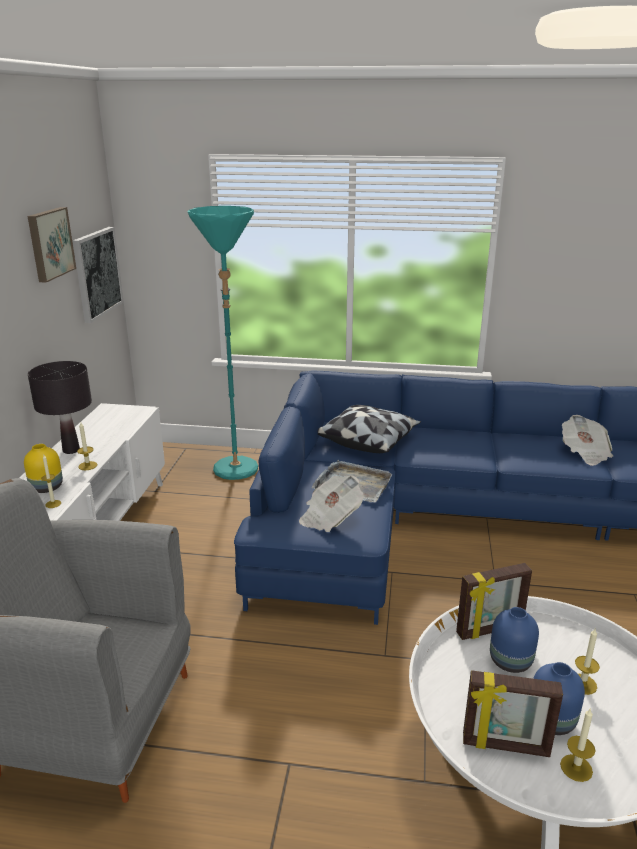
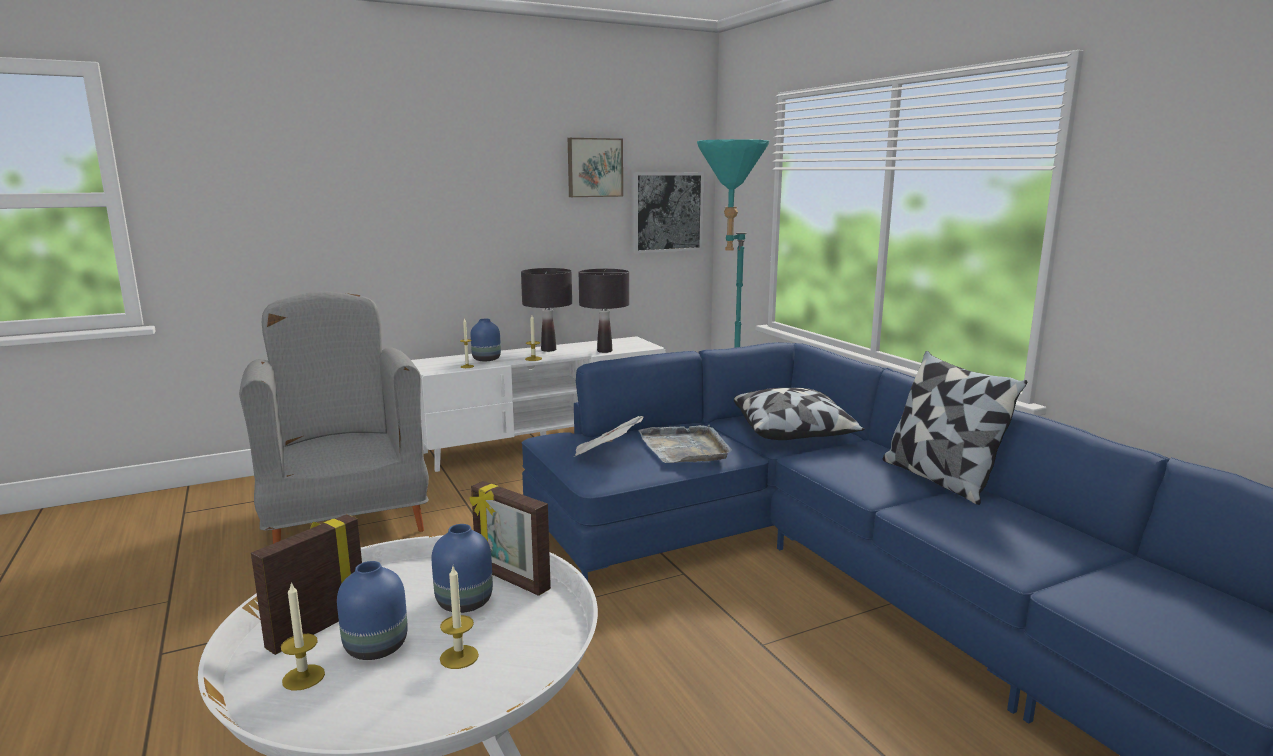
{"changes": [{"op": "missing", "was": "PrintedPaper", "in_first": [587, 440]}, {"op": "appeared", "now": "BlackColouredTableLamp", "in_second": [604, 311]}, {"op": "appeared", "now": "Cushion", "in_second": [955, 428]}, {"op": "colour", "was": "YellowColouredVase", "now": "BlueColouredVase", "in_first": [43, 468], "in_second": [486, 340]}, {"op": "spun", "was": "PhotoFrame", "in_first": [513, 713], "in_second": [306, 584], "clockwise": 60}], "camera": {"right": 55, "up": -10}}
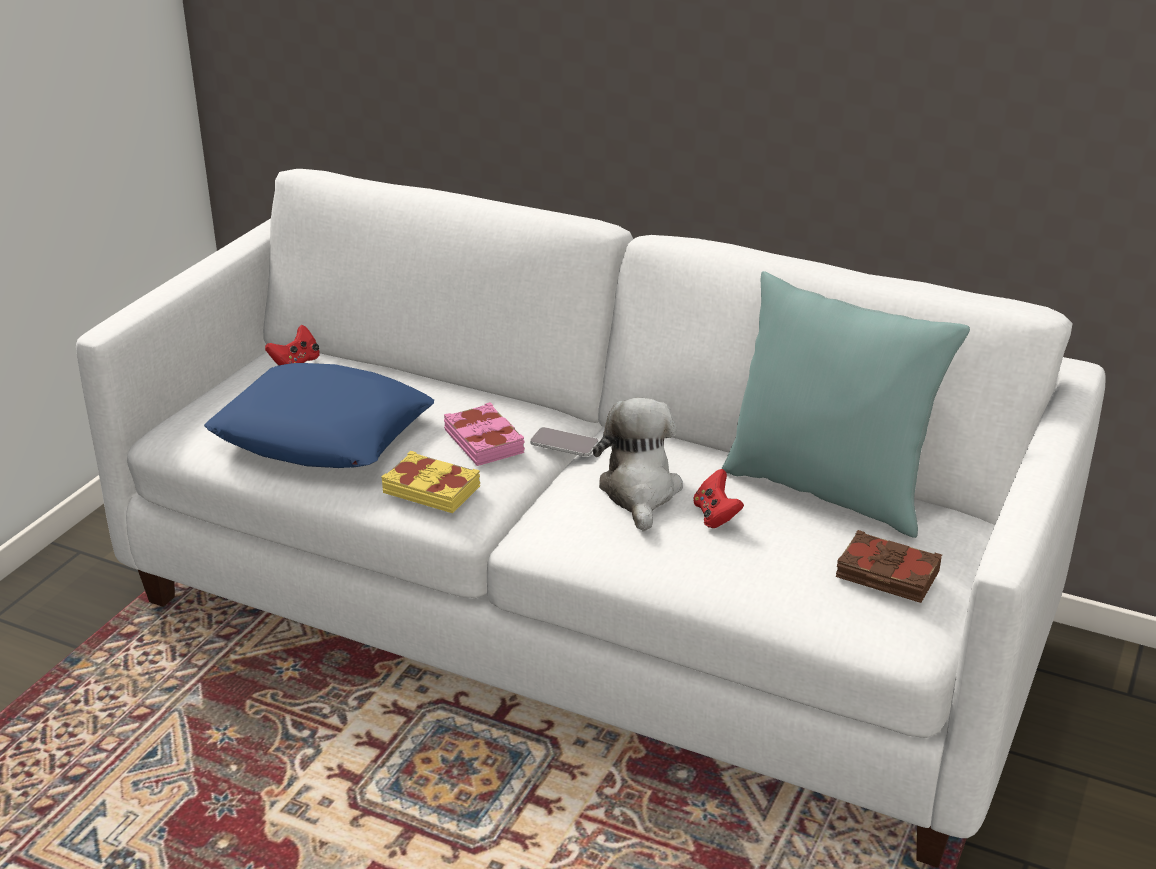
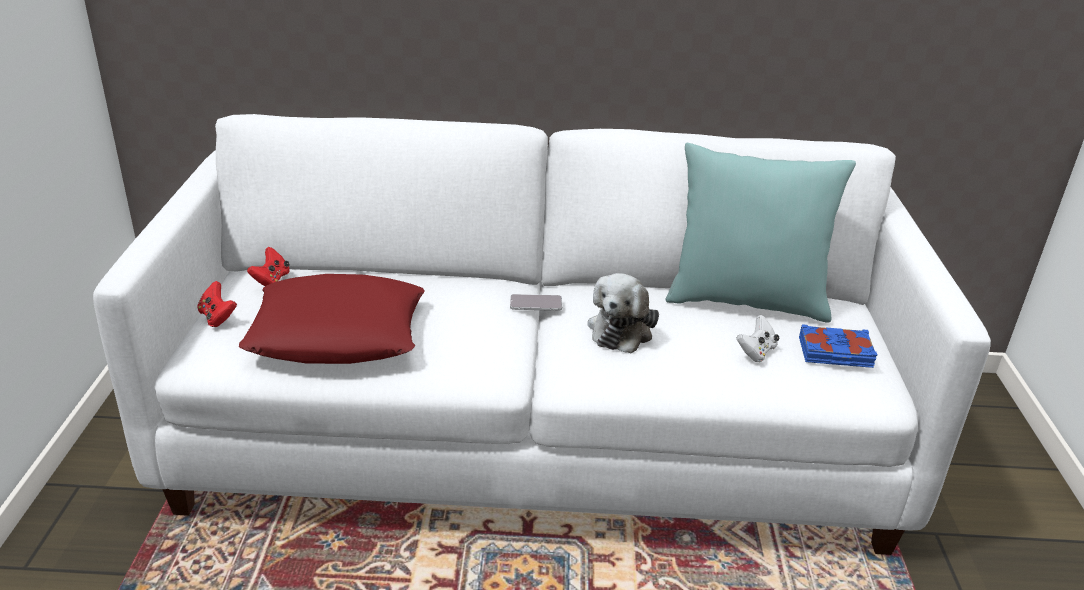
{"changes": [{"op": "missing", "was": "YellowColouredBook", "in_first": [430, 482]}, {"op": "missing", "was": "PinkishBook", "in_first": [484, 434]}, {"op": "appeared", "now": "WhiteColouredGameController", "in_second": [758, 338]}, {"op": "relocated", "was": "RedColouredGameController", "in_first": [719, 498], "in_second": [217, 304]}, {"op": "colour", "was": "BlueColouredCushion", "now": "RedColouredCushion", "in_first": [319, 415], "in_second": [332, 319]}, {"op": "colour", "was": "BrownBook", "now": "BlueColouredBook", "in_first": [889, 566], "in_second": [838, 346]}, {"op": "spun", "was": "PlushToy", "in_first": [638, 464], "in_second": [623, 313], "clockwise": -135}], "camera": {"right": -25, "up": 0}}
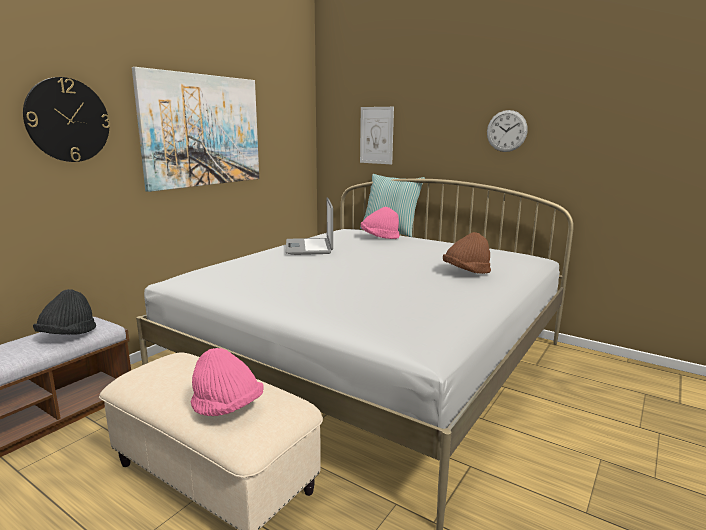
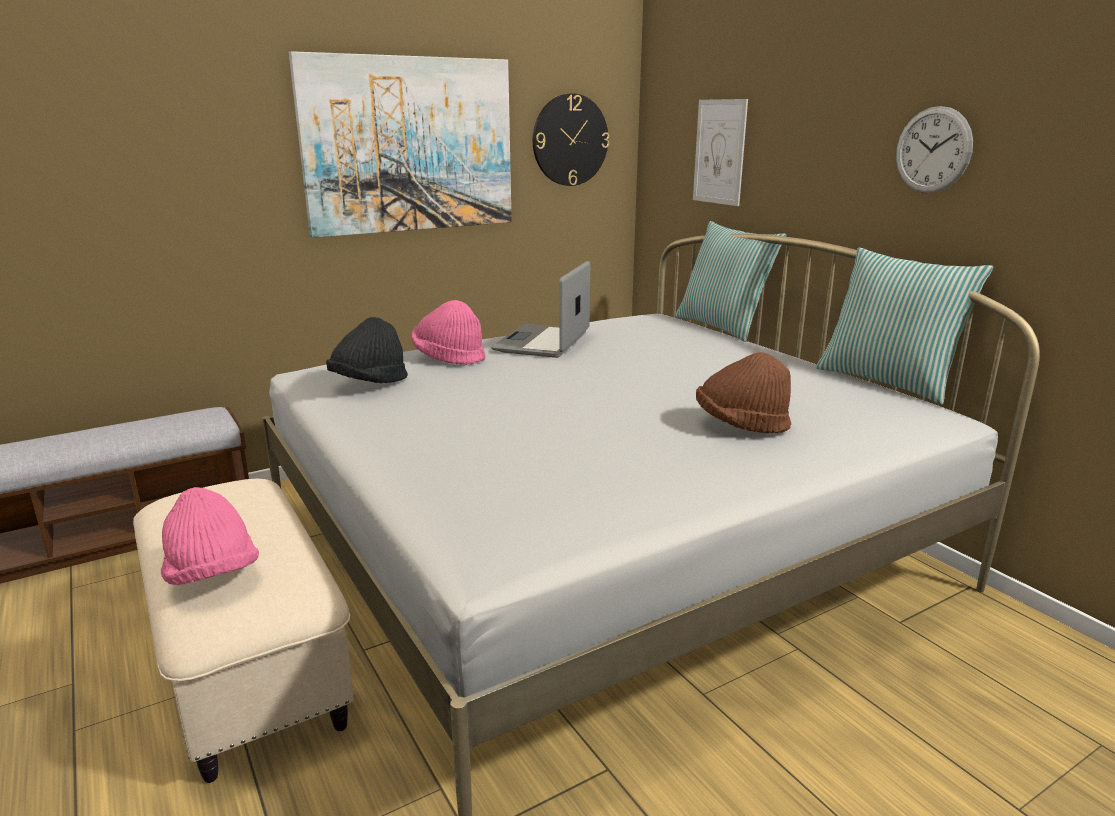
{"changes": [{"op": "appeared", "now": "Cushion", "in_second": [904, 326]}, {"op": "relocated", "was": "WallClock", "in_first": [66, 119], "in_second": [571, 139]}, {"op": "relocated", "was": "BlackColouredHat", "in_first": [64, 312], "in_second": [367, 350]}, {"op": "relocated", "was": "PinkishHat", "in_first": [380, 223], "in_second": [448, 332]}], "camera": {"right": 25, "up": 5}}
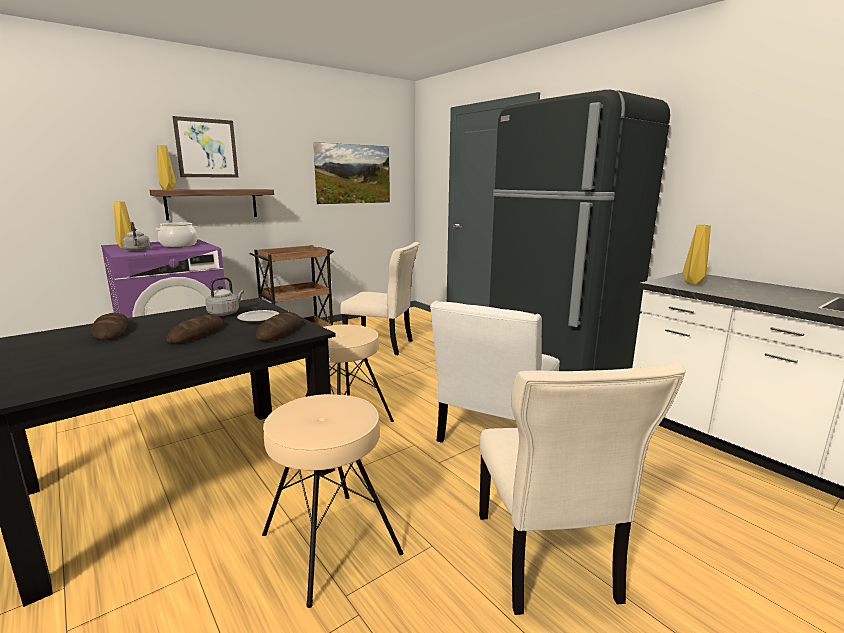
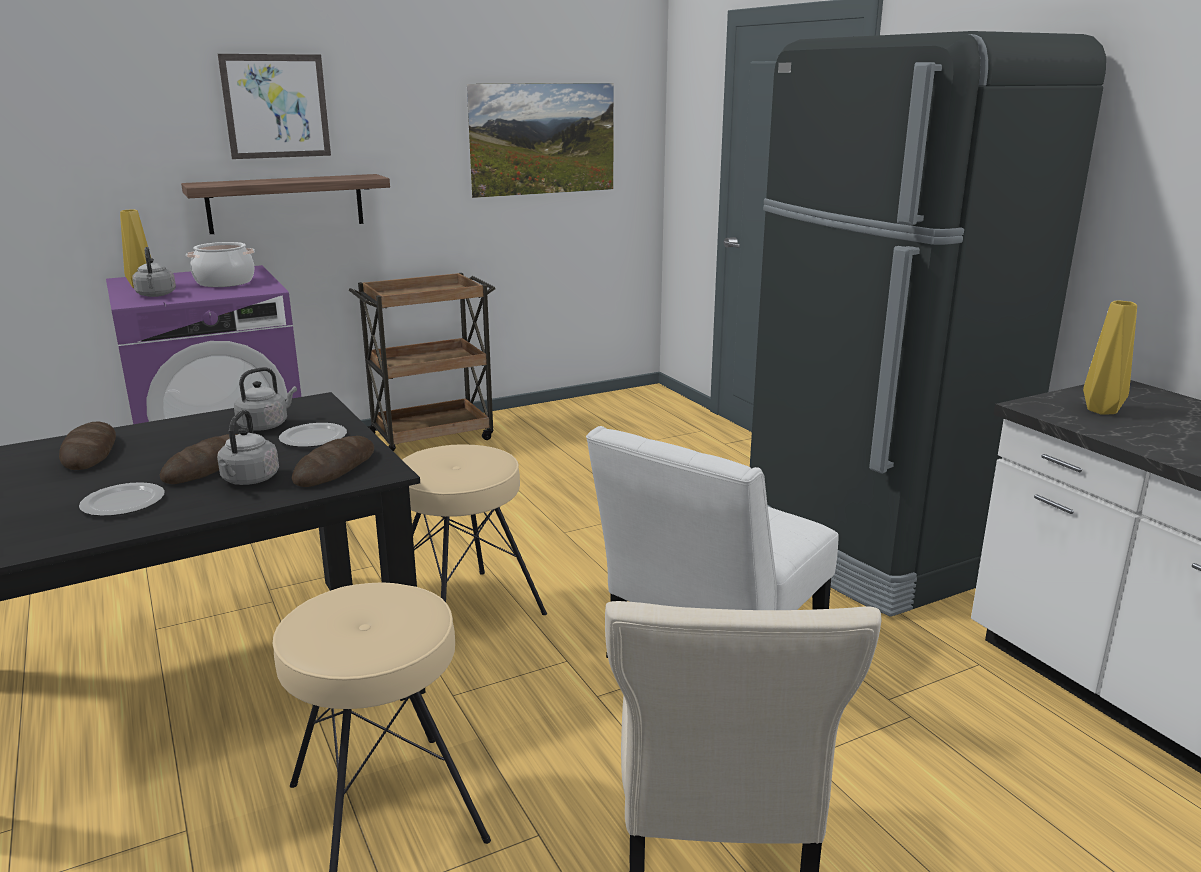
{"changes": [{"op": "missing", "was": "YellowColouredVase", "in_first": [166, 167]}, {"op": "missing", "was": "SandColouredPlainChair", "in_first": [380, 298]}, {"op": "appeared", "now": "FlatDish", "in_second": [122, 499]}, {"op": "appeared", "now": "GreyishWaterKettle", "in_second": [248, 447]}], "camera": {"right": 10, "up": 5}}
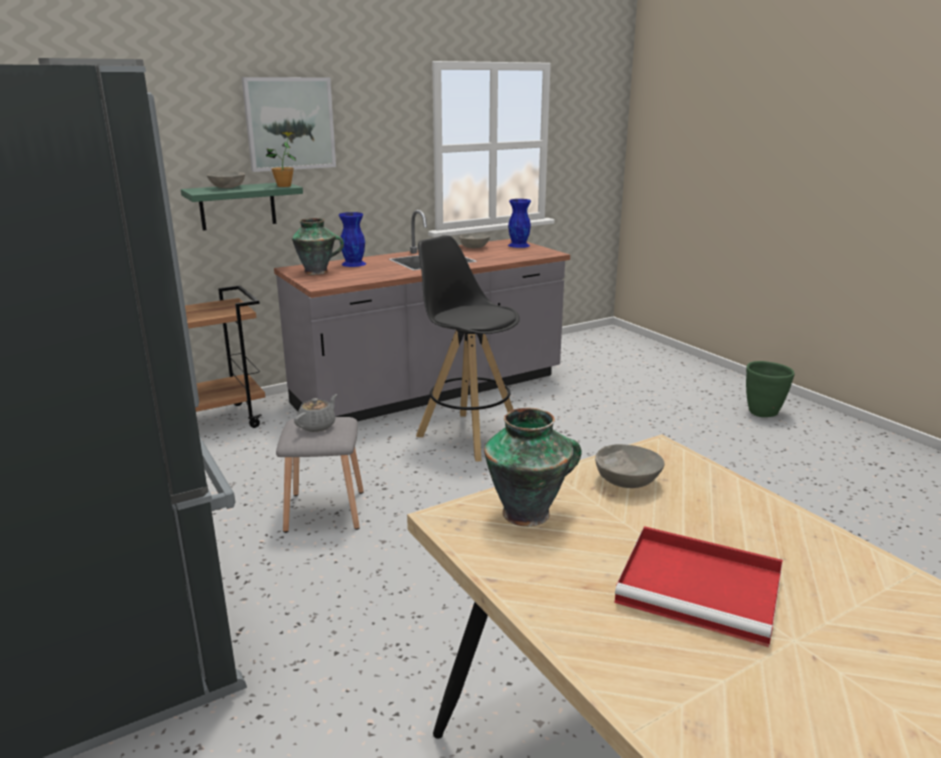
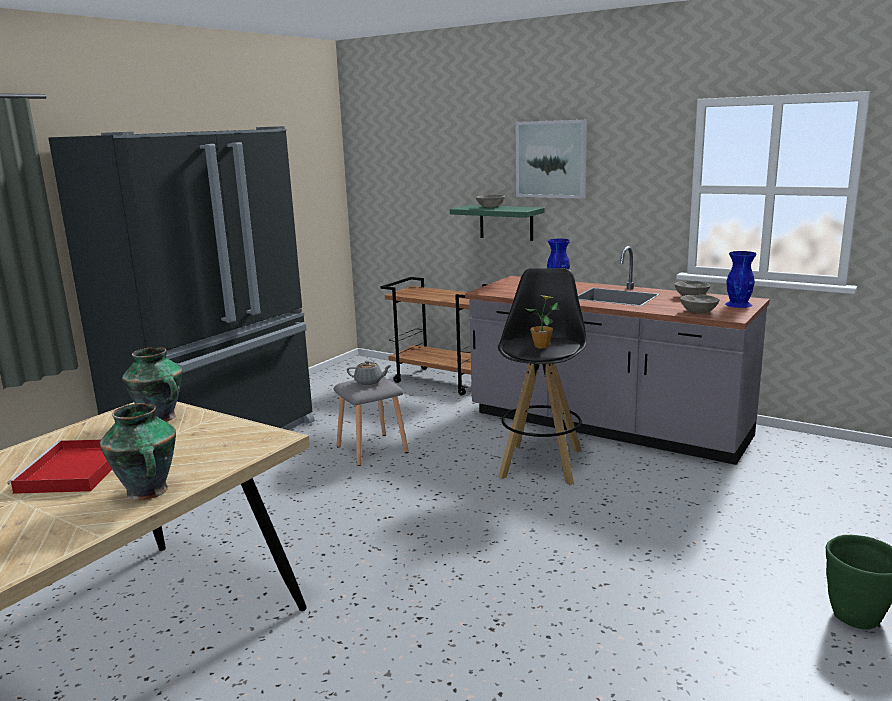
{"changes": [{"op": "relocated", "was": "PlantInAPot", "in_first": [281, 159], "in_second": [541, 321]}, {"op": "relocated", "was": "Vase", "in_first": [318, 246], "in_second": [138, 452]}, {"op": "relocated", "was": "GreyishServingBowl", "in_first": [630, 466], "in_second": [699, 304]}], "camera": {"right": 65, "up": -5}}
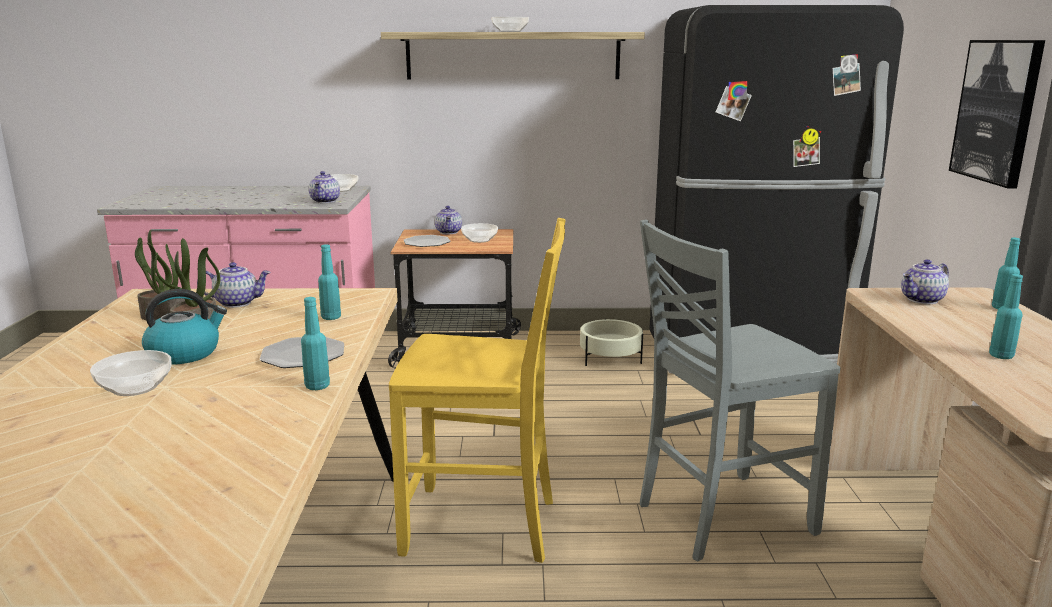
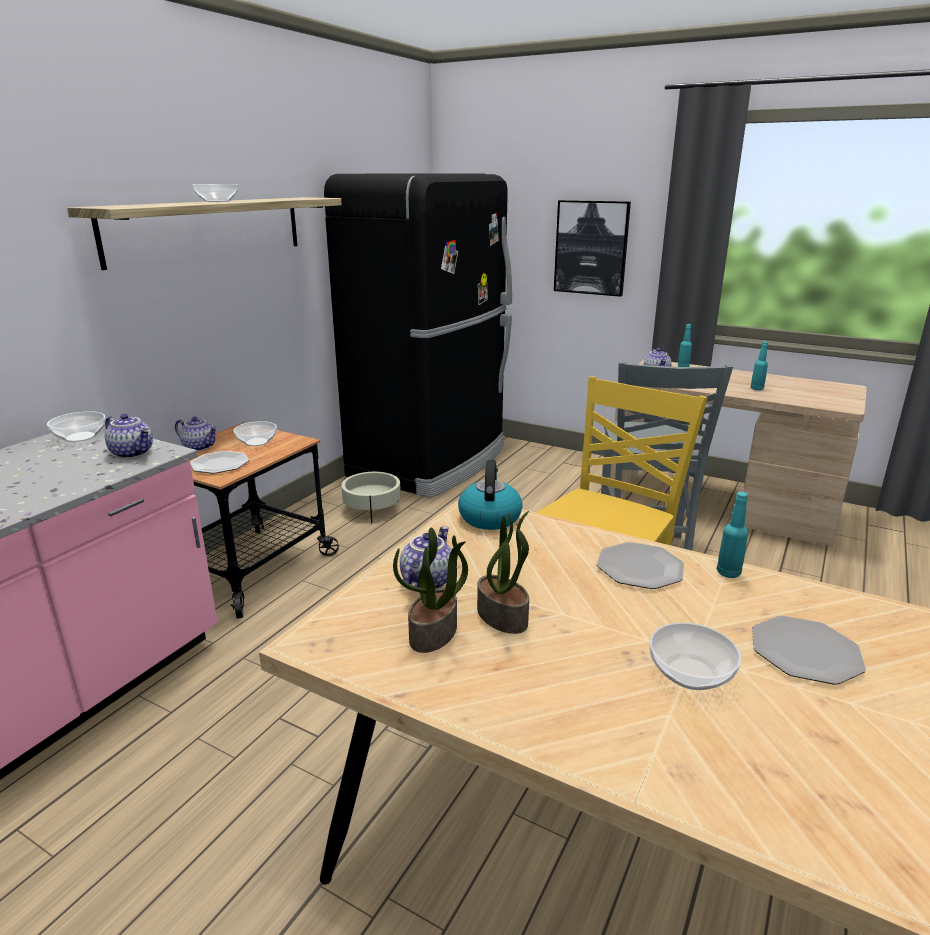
{"changes": [{"op": "missing", "was": "TurquoiseColouredBottle", "in_first": [329, 282]}, {"op": "appeared", "now": "FlatDish", "in_second": [809, 650]}, {"op": "relocated", "was": "WaterKettle", "in_first": [184, 327], "in_second": [490, 495]}], "camera": {"right": -60, "up": 5}}
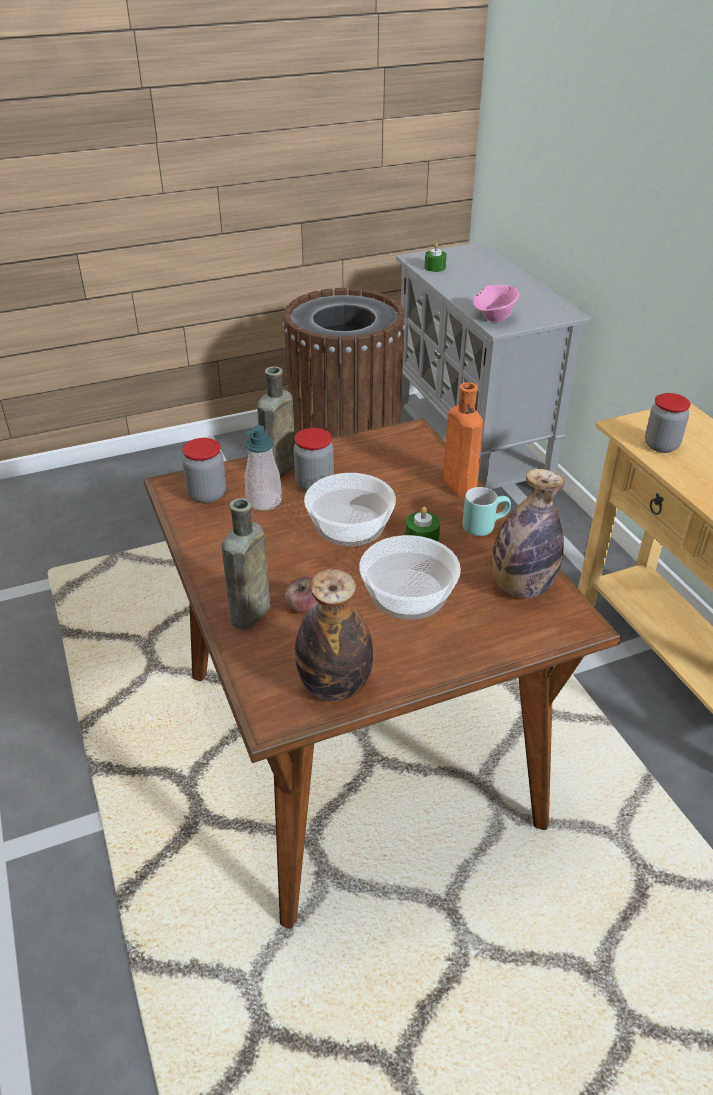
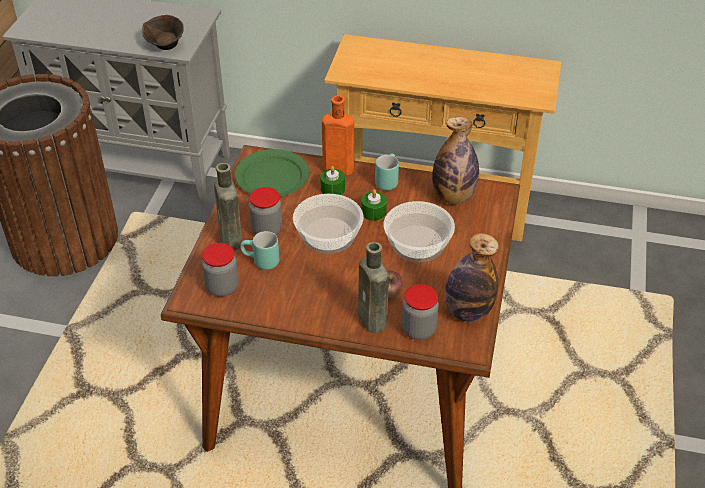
{"changes": [{"op": "appeared", "now": "GreenFlatDish", "in_second": [272, 172]}, {"op": "relocated", "was": "GreenWaxCandle", "in_first": [436, 257], "in_second": [332, 180]}, {"op": "relocated", "was": "Jar", "in_first": [668, 423], "in_second": [420, 312]}, {"op": "exchanged", "was": "SoapBottle", "now": "TurquoiseColouredMug", "in_first": [263, 468], "in_second": [259, 250]}, {"op": "colour", "was": "PinkishServingBowl", "now": "BrownServingBowl", "in_first": [496, 303], "in_second": [163, 32]}], "camera": {"right": -55, "up": 5}}
